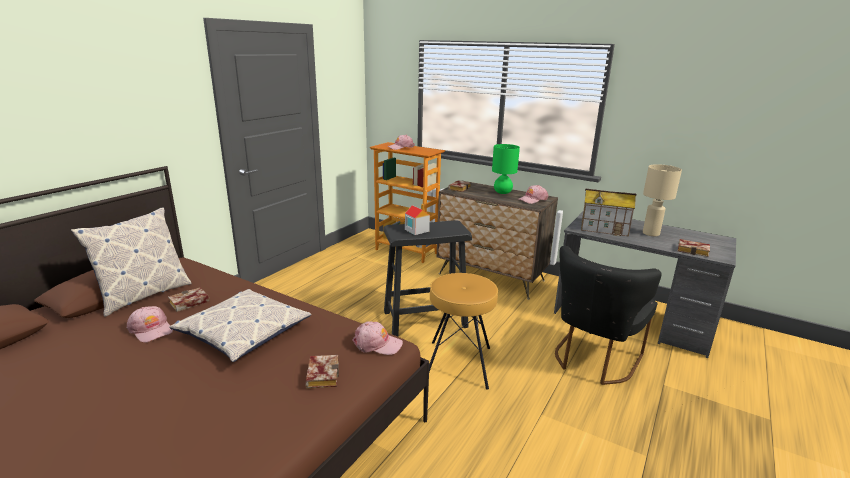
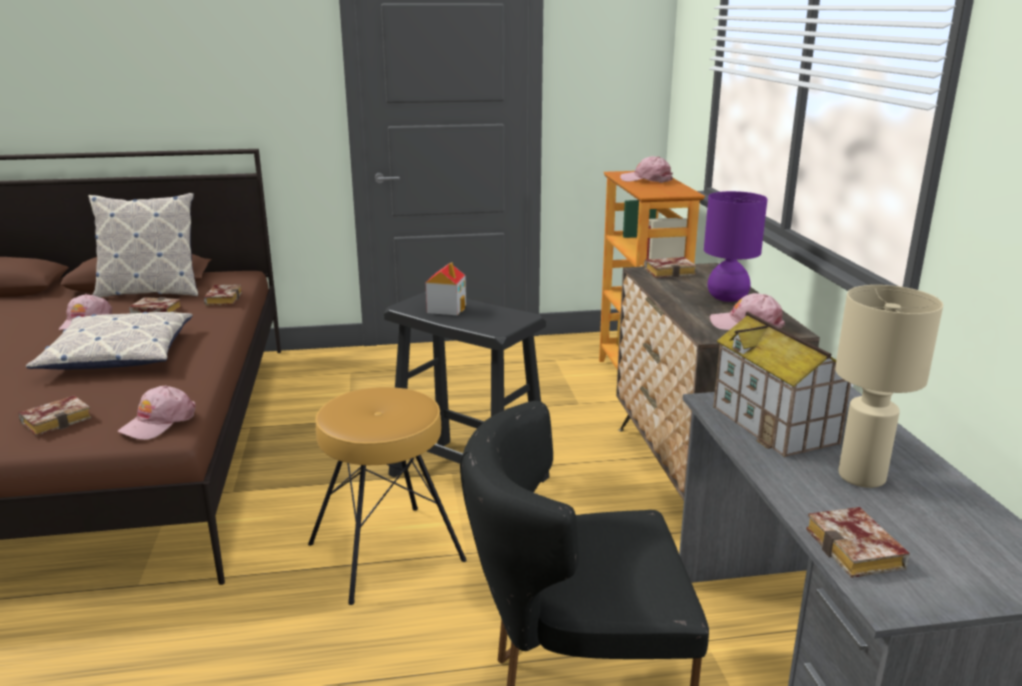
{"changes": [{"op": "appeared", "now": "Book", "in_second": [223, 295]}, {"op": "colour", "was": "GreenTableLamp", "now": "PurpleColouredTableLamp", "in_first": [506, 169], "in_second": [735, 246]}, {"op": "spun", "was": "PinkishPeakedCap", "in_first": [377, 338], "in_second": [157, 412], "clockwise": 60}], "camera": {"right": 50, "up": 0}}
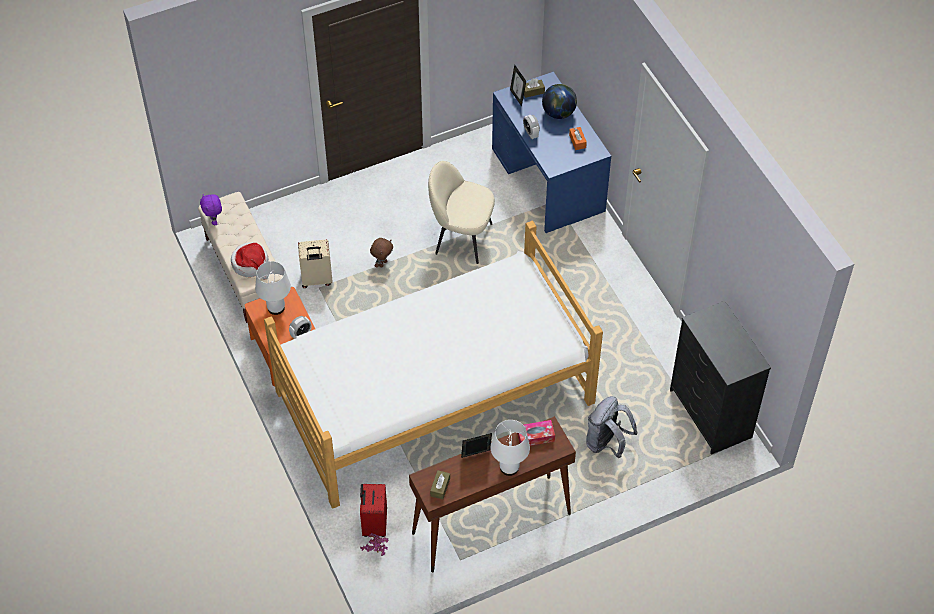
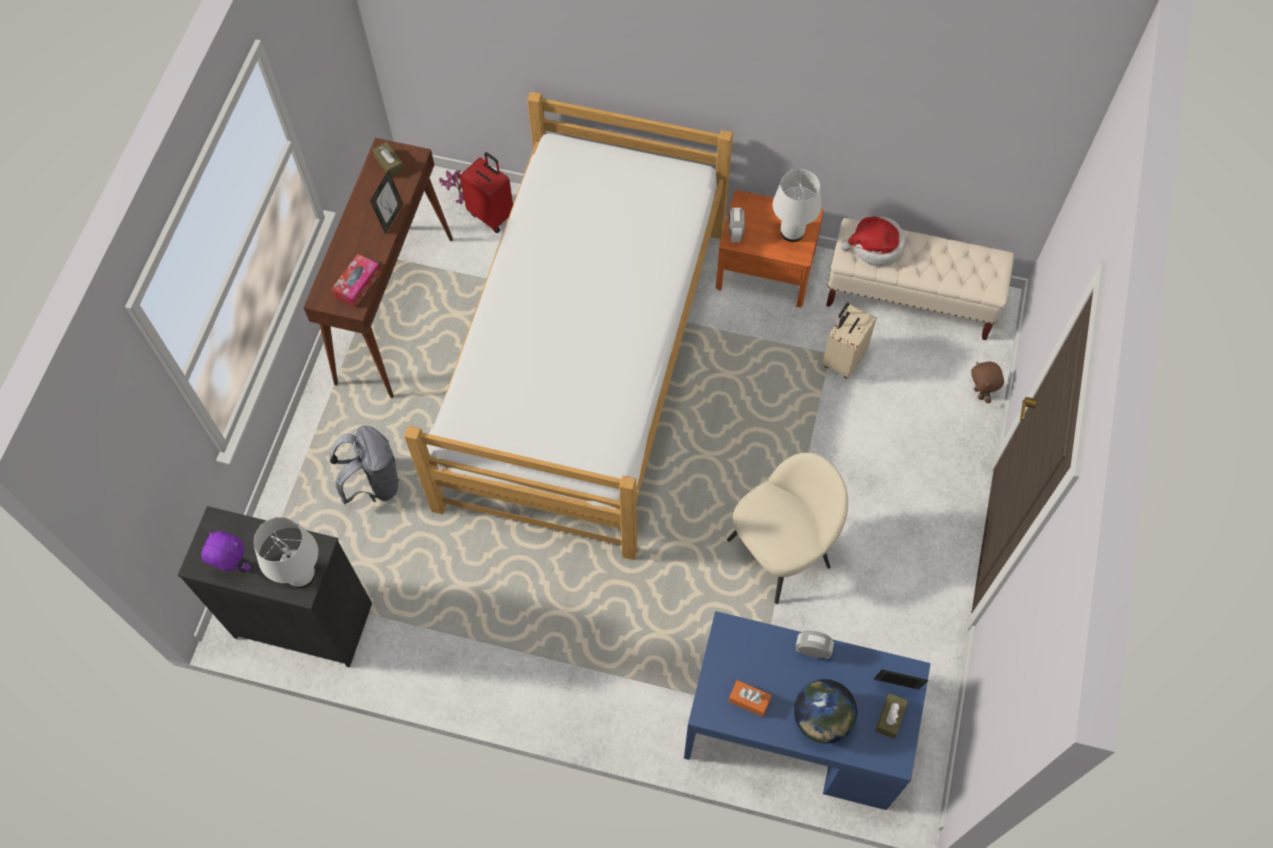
{"changes": [{"op": "relocated", "was": "PurpleColouredPlushToy", "in_first": [211, 209], "in_second": [226, 551]}, {"op": "relocated", "was": "BrownPlushToy", "in_first": [381, 253], "in_second": [987, 382]}, {"op": "relocated", "was": "WhiteColouredTableLamp", "in_first": [510, 448], "in_second": [286, 552]}], "camera": {"right": 130, "up": 10}}
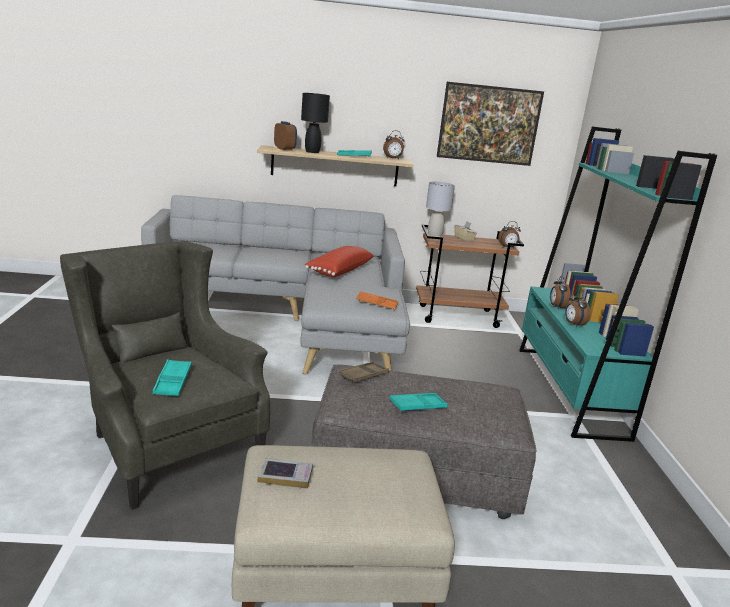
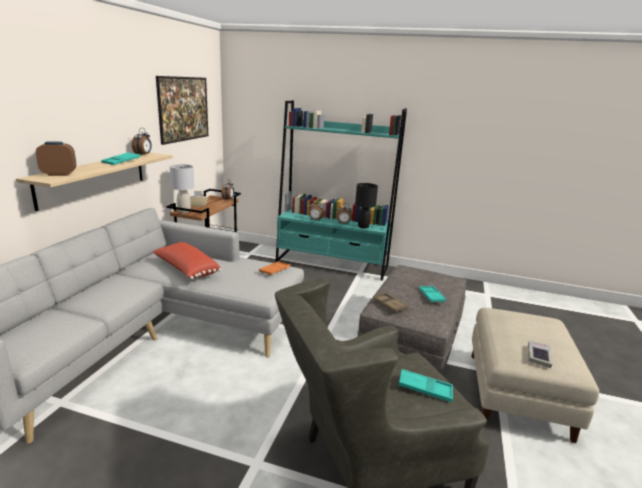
{"changes": [{"op": "relocated", "was": "BlackColouredTableLamp", "in_first": [315, 123], "in_second": [366, 206]}], "camera": {"right": -70, "up": 0}}
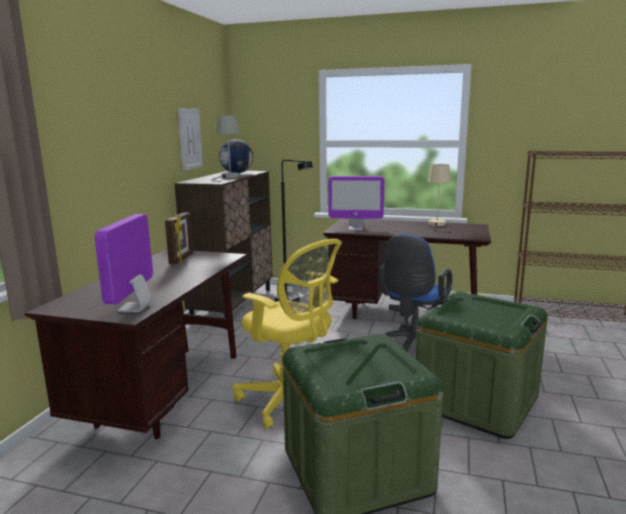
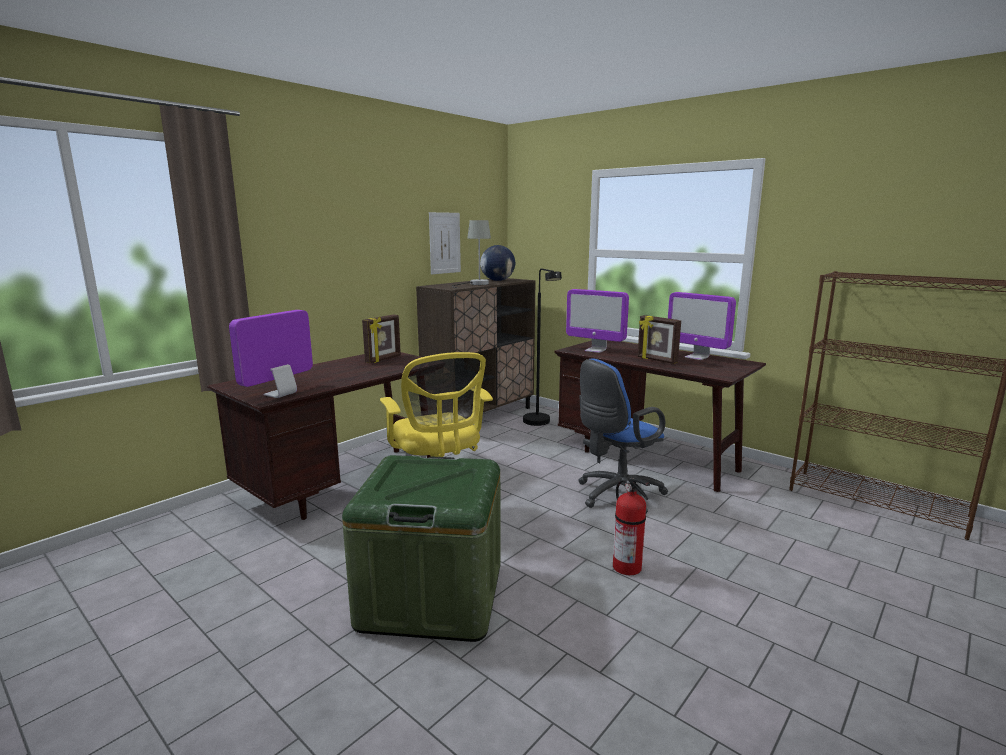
{"changes": [{"op": "appeared", "now": "PhotoFrame", "in_second": [659, 339]}, {"op": "exchanged", "was": "GreenStorageBin", "now": "Extinguisher", "in_first": [481, 365], "in_second": [631, 526]}, {"op": "exchanged", "was": "SandColouredTableLamp", "now": "ComputerScreen", "in_first": [440, 198], "in_second": [702, 326]}], "camera": {"right": 25, "up": 0}}
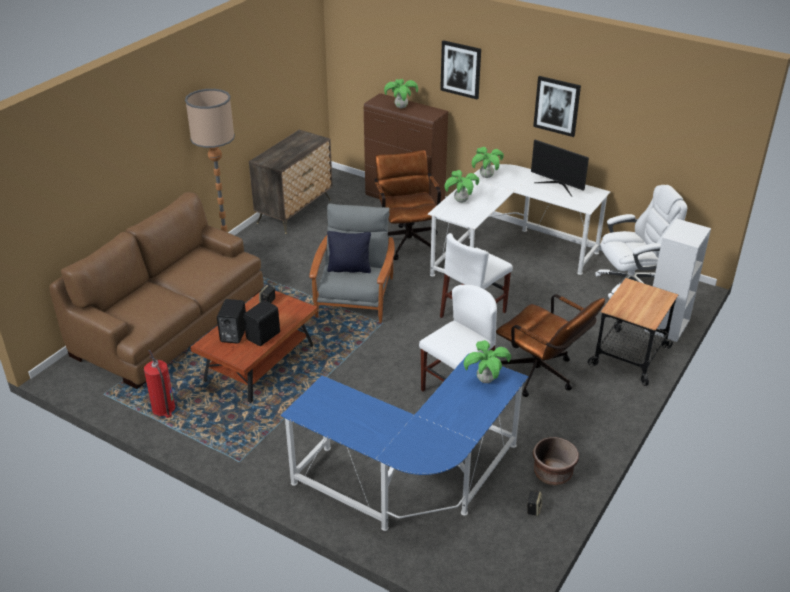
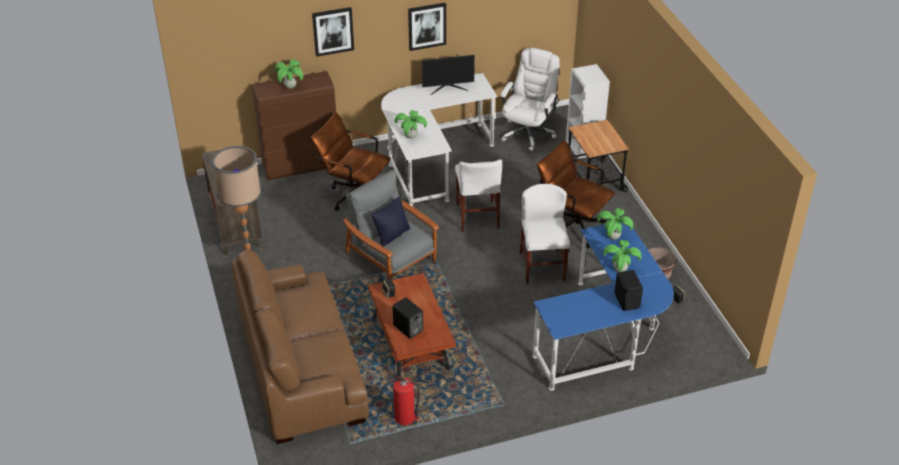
{"changes": [{"op": "relocated", "was": "BlackColouredSpeaker", "in_first": [261, 323], "in_second": [628, 290]}, {"op": "relocated", "was": "PlantInAPot", "in_first": [488, 162], "in_second": [622, 256]}, {"op": "spun", "was": "BrownDeskChair", "in_first": [550, 345], "in_second": [576, 194], "clockwise": -135}], "camera": {"right": -50, "up": 5}}
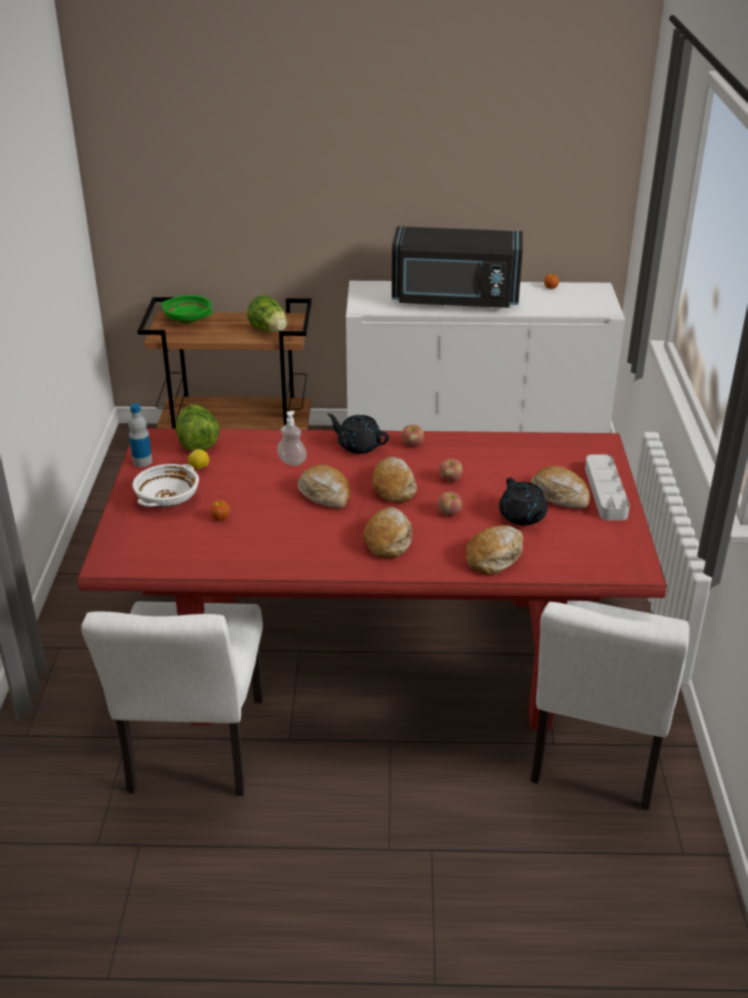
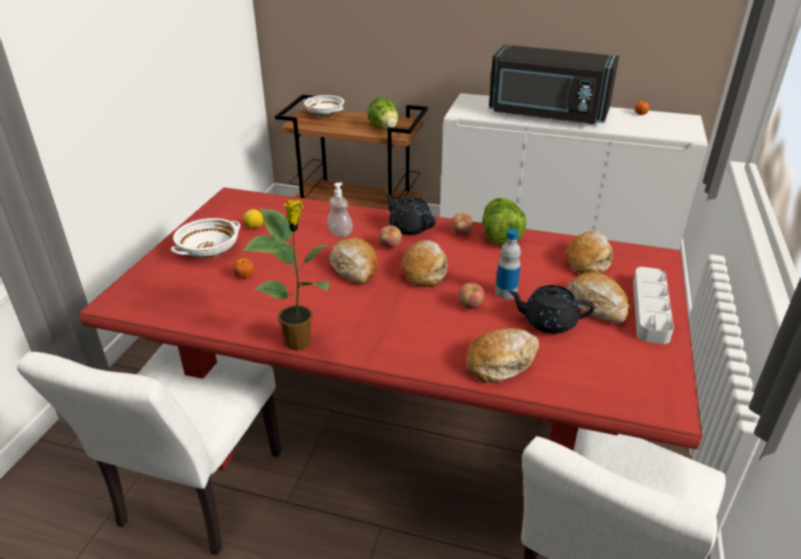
{"changes": [{"op": "appeared", "now": "PlantInAPot", "in_second": [287, 275]}, {"op": "relocated", "was": "Bottle", "in_first": [140, 435], "in_second": [508, 264]}, {"op": "relocated", "was": "Lettuce", "in_first": [197, 428], "in_second": [504, 222]}, {"op": "relocated", "was": "BakedBread", "in_first": [387, 532], "in_second": [589, 252]}, {"op": "relocated", "was": "WholeApple", "in_first": [451, 470], "in_second": [390, 236]}, {"op": "colour", "was": "GreenServingBowl", "now": "WhiteColouredServingBowl", "in_first": [187, 309], "in_second": [324, 106]}, {"op": "spun", "was": "BlackColouredTeaPot", "in_first": [523, 502], "in_second": [551, 309], "clockwise": 105}], "camera": {"right": 15, "up": 0}}
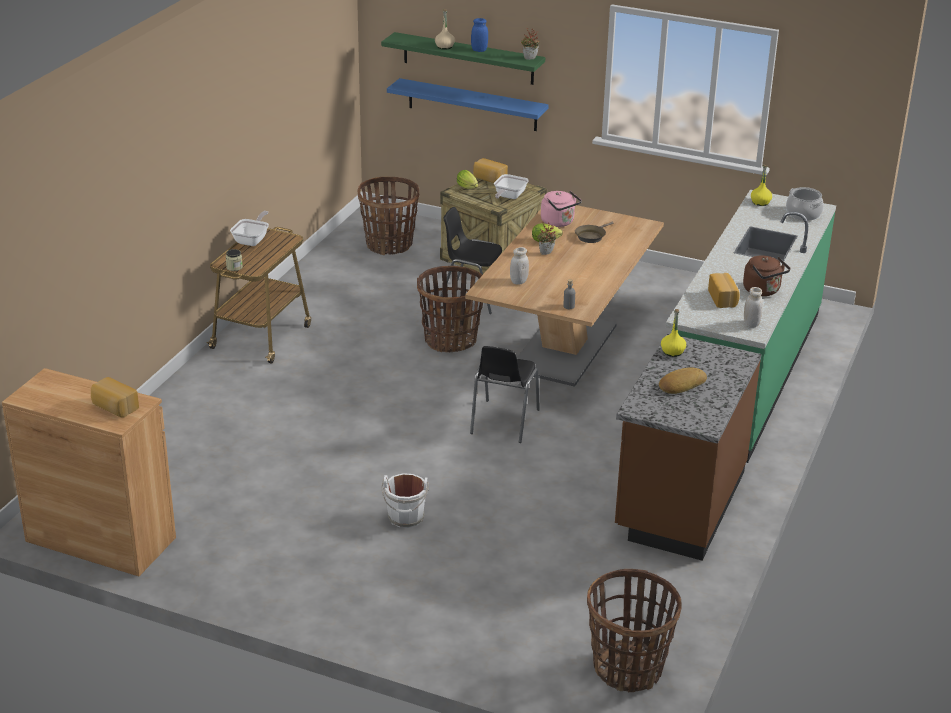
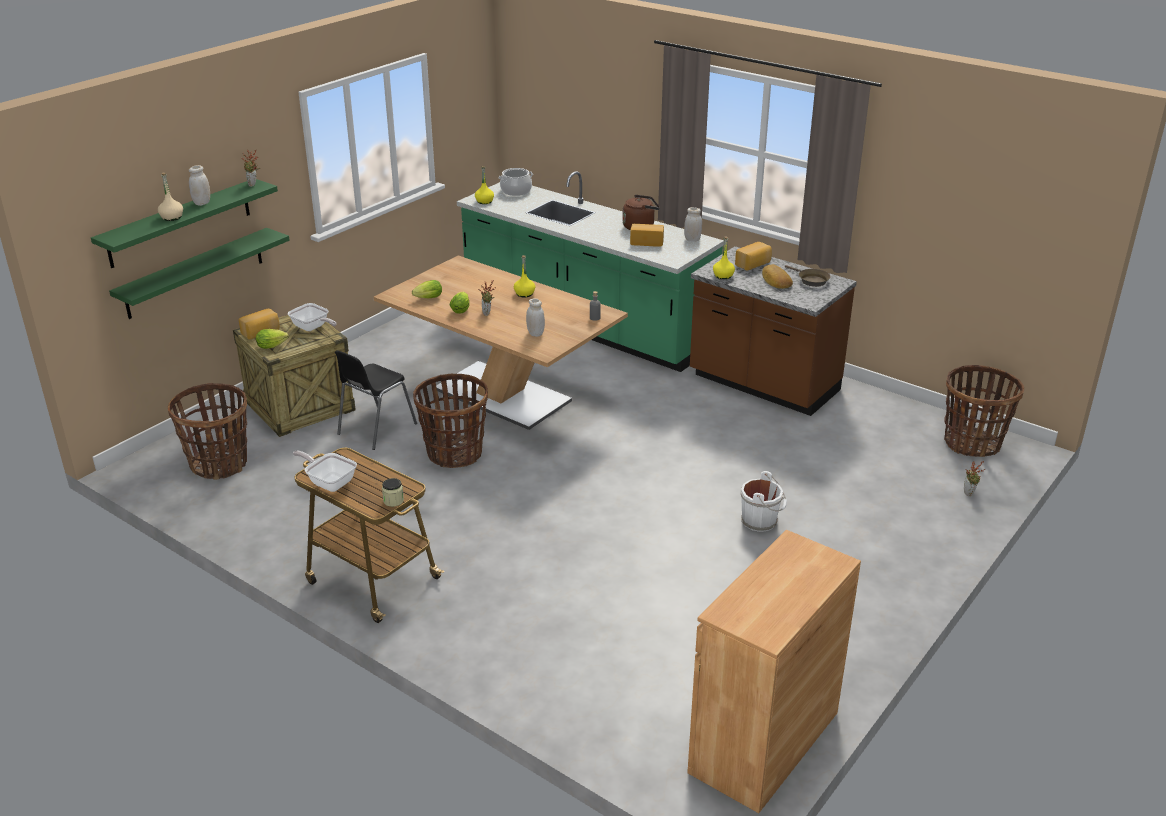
{"changes": [{"op": "missing", "was": "BlackColouredPlainChair", "in_first": [505, 394]}, {"op": "appeared", "now": "YellowColouredBottle", "in_second": [524, 276]}, {"op": "appeared", "now": "PlantInAPot", "in_second": [975, 479]}, {"op": "relocated", "was": "BakedBread", "in_first": [115, 397], "in_second": [753, 256]}, {"op": "relocated", "was": "BrownPan", "in_first": [594, 232], "in_second": [808, 276]}, {"op": "exchanged", "was": "PinkishWaterKettle", "now": "Lettuce", "in_first": [561, 209], "in_second": [427, 289]}, {"op": "colour", "was": "BlueColouredShelf", "now": "GreenShelf", "in_first": [467, 104], "in_second": [199, 273]}, {"op": "colour", "was": "BlueColouredJar", "now": "WhiteColouredJar", "in_first": [479, 35], "in_second": [199, 185]}], "camera": {"right": -75, "up": 0}}
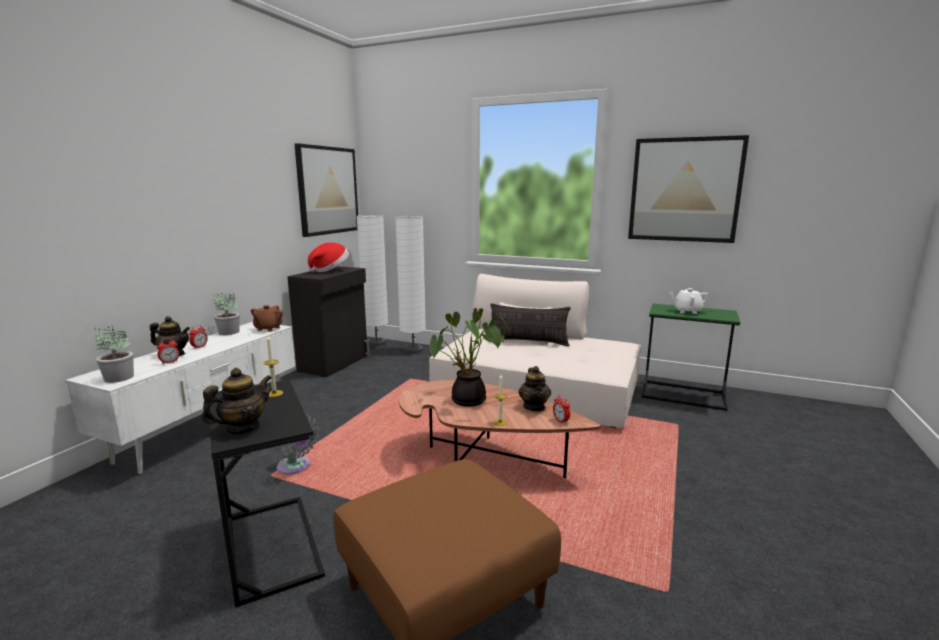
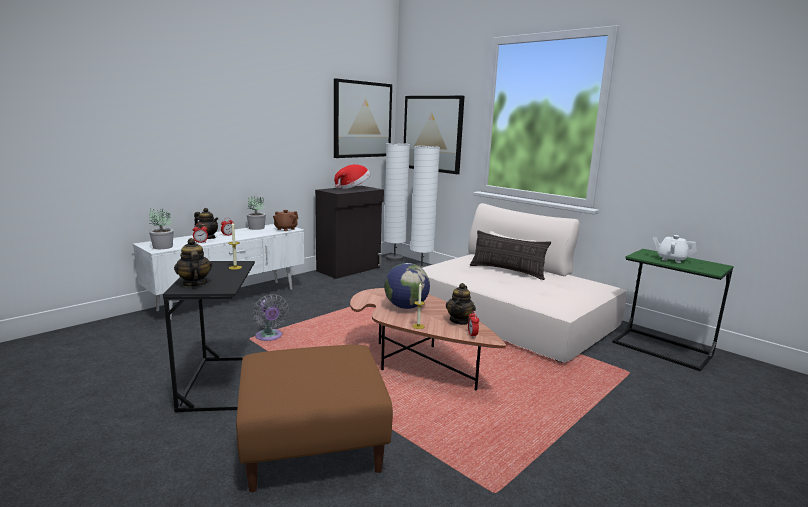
{"changes": [{"op": "relocated", "was": "Picture", "in_first": [688, 189], "in_second": [434, 135]}, {"op": "exchanged", "was": "PlantInAPot", "now": "WorldGlobe", "in_first": [469, 357], "in_second": [407, 286]}, {"op": "spun", "was": "TeaPot", "in_first": [236, 401], "in_second": [193, 262], "clockwise": -90}], "camera": {"right": 20, "up": 0}}
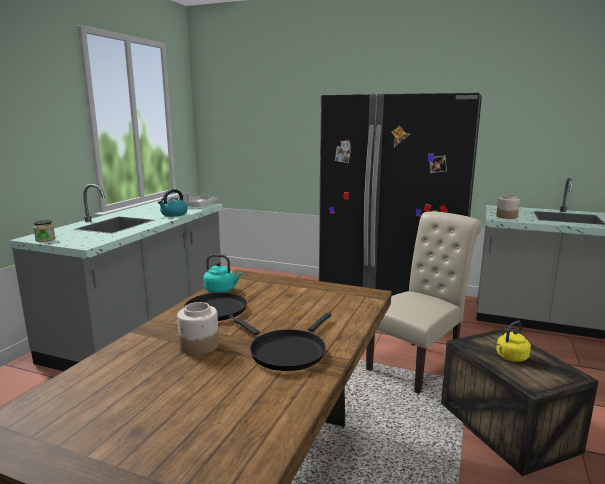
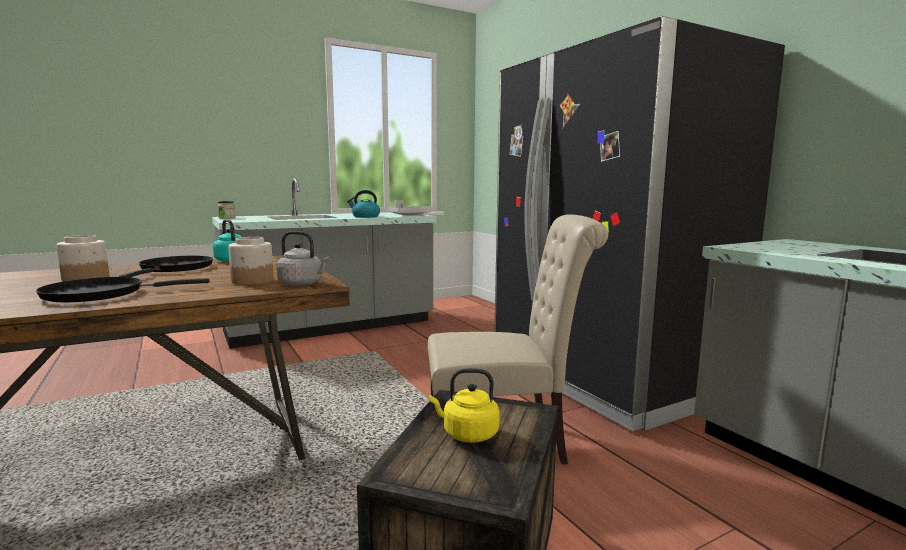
{"changes": [{"op": "appeared", "now": "GreyishWaterKettle", "in_second": [303, 258]}, {"op": "relocated", "was": "Jar", "in_first": [508, 206], "in_second": [251, 261]}], "camera": {"right": 40, "up": -5}}
